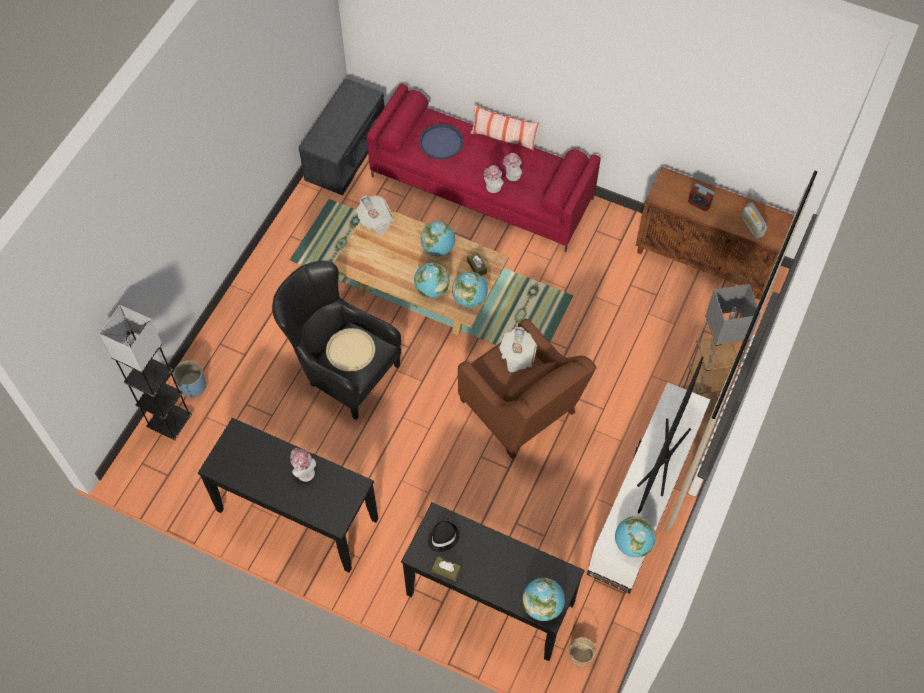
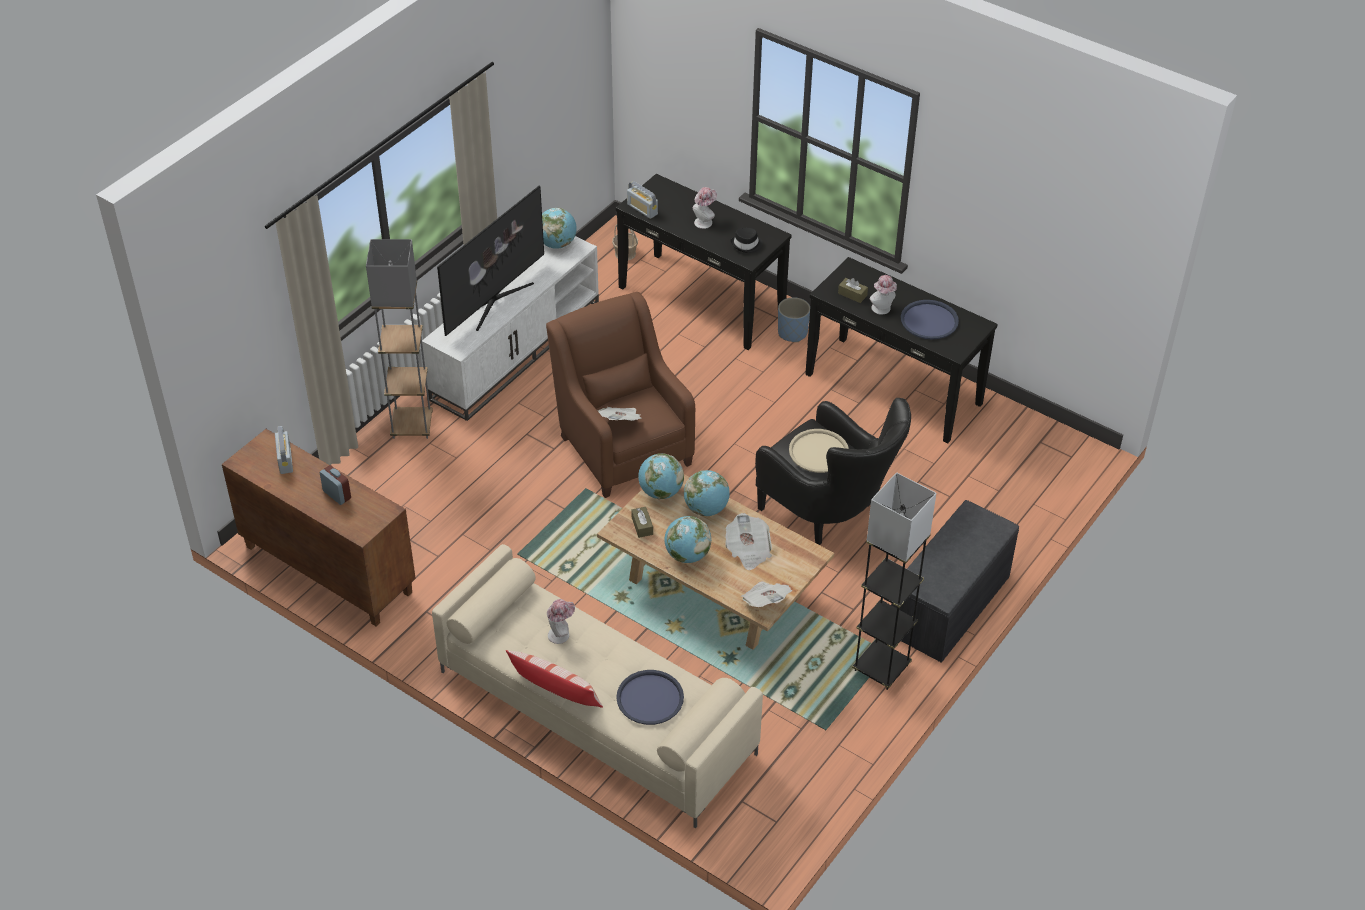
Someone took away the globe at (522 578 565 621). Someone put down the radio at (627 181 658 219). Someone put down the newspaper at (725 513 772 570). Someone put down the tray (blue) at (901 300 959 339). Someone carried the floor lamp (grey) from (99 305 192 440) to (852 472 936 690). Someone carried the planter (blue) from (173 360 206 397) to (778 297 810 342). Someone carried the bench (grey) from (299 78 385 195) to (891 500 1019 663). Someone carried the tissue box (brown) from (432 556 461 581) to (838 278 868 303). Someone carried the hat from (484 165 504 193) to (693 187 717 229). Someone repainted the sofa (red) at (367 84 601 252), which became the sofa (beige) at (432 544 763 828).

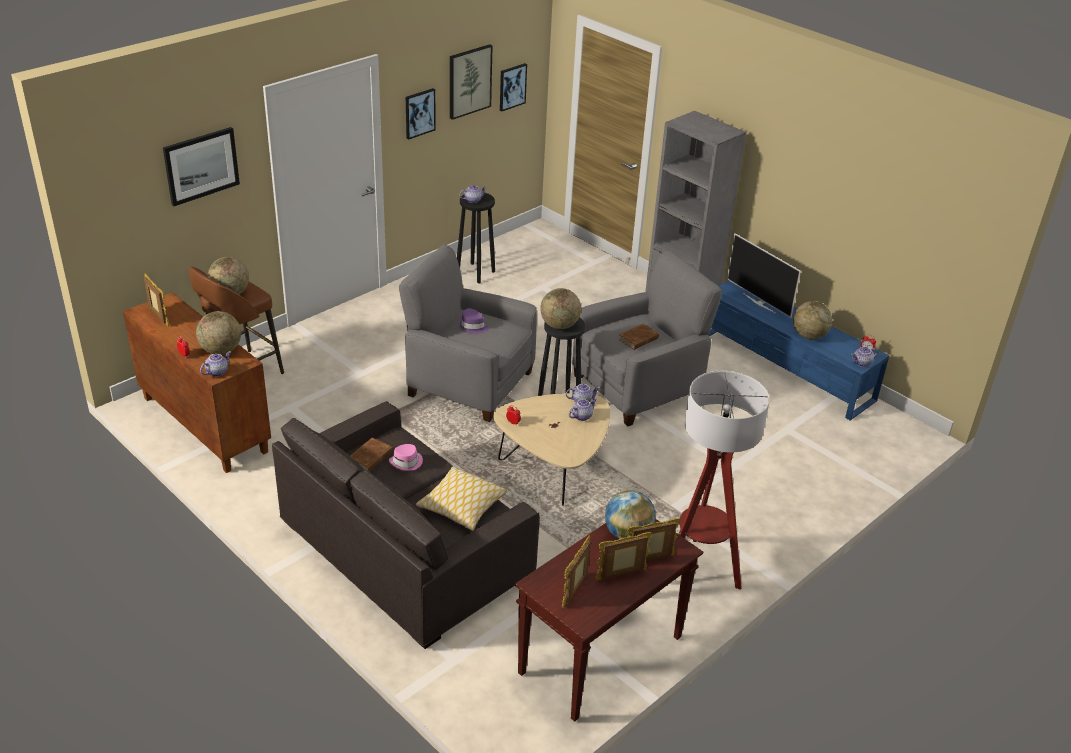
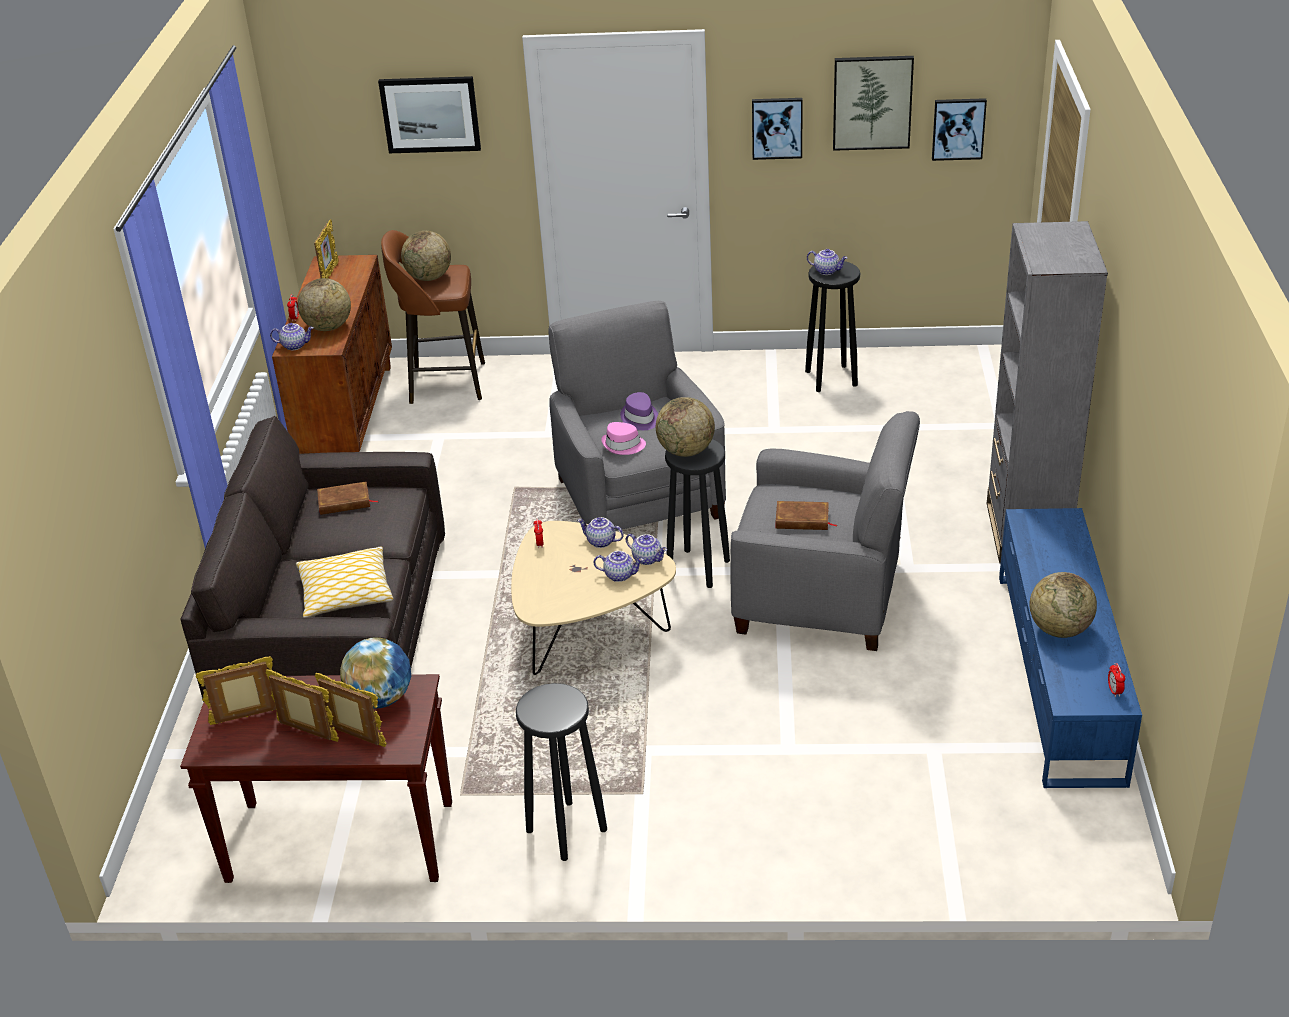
Someone took away the television at (727 233 801 318). Someone carried the hat (pink) from (389 444 423 471) to (601 422 646 455). Someone carried the teapot from (851 347 878 367) to (577 517 623 548). Someone swapped the floor lamp at (679 371 770 590) for the stool (black) at (516 683 607 861).

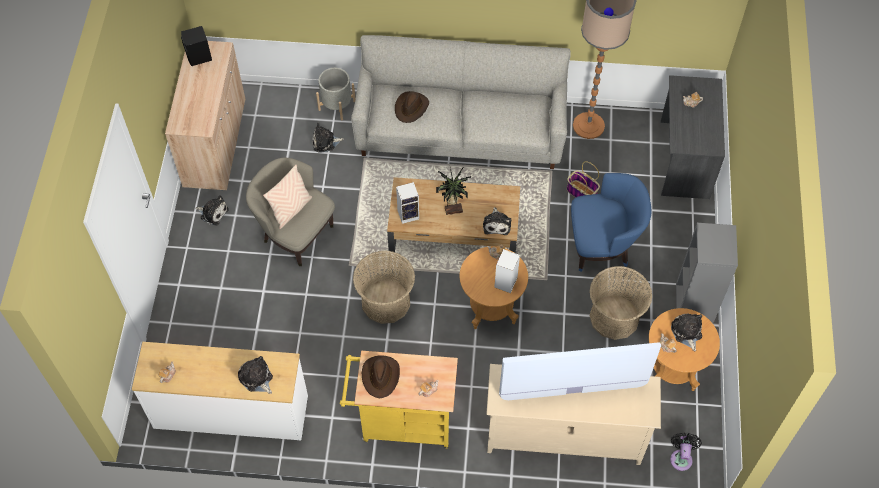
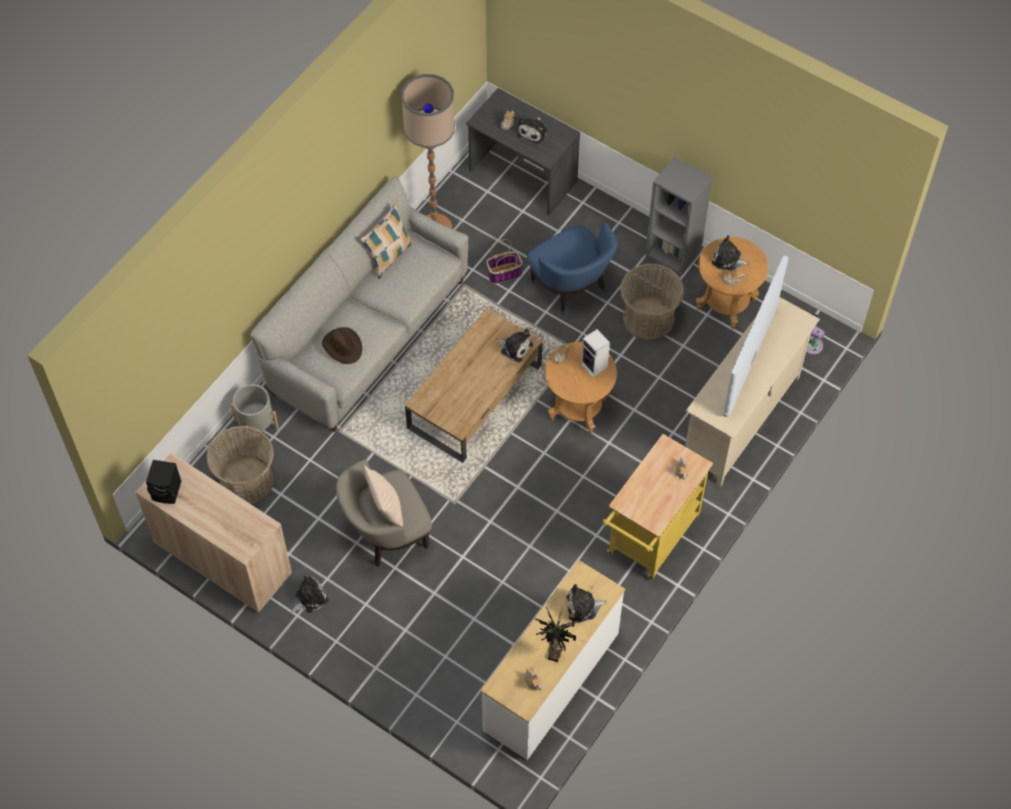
Someone took away the hat (brown) at (362 355 400 398). Someone took away the speaker at (396 182 419 224). Someone put down the pillow at (361 203 413 279). Someone carried the plush toy from (312 122 344 153) to (517 116 547 144). Someone carried the basket from (353 251 415 324) to (206 426 274 505). Someone carried the potted plant from (436 167 471 215) to (535 607 576 662). Someone rotated the armchair (blue) at (571 173 651 272) by 120 degrees clockwise.

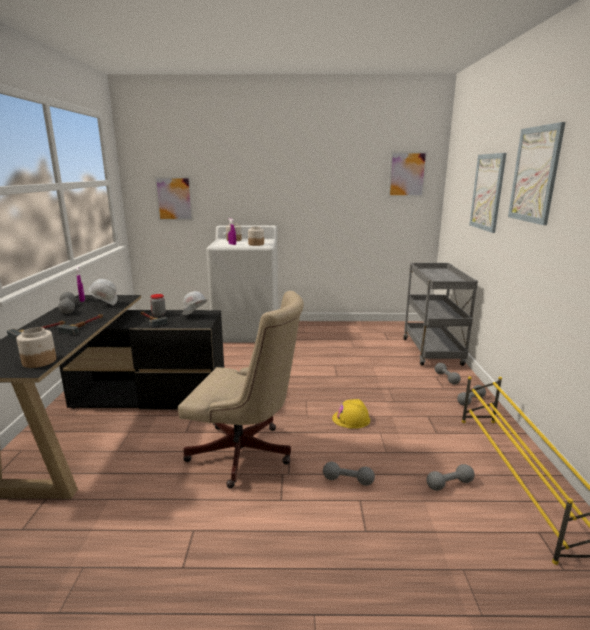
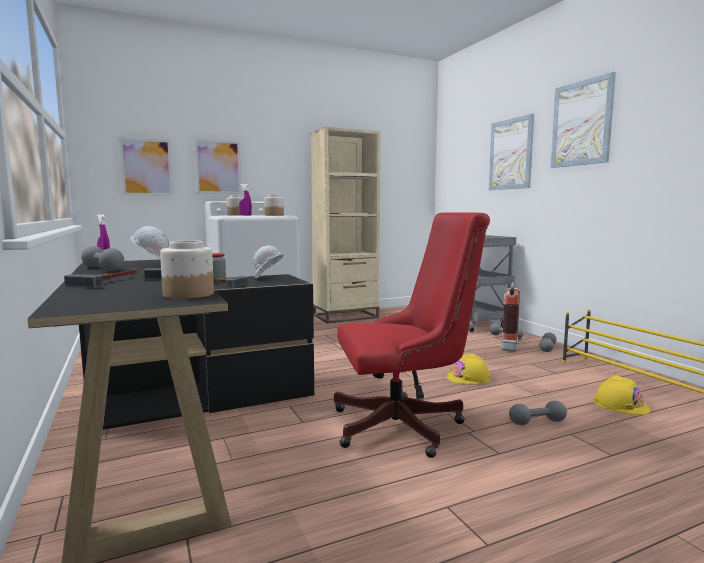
Someone put down the bookcase (beige) at (311 127 380 323). Someone put down the fire extinguisher at (501 282 520 352). Someone carried the picture from (388 151 428 197) to (194 139 242 194). Someone swapped the dumbbell (grey) at (427 464 475 491) for the hard hat (yellow) at (593 375 651 415). Someone repainted the office chair (beige) at (178 291 304 488), which became the office chair (red) at (334 212 490 458).

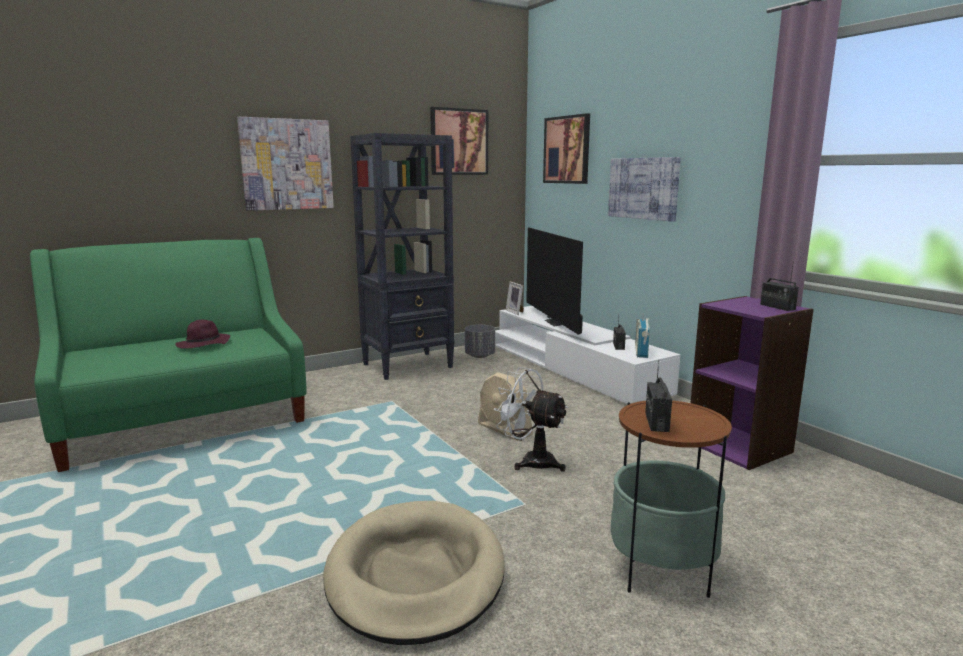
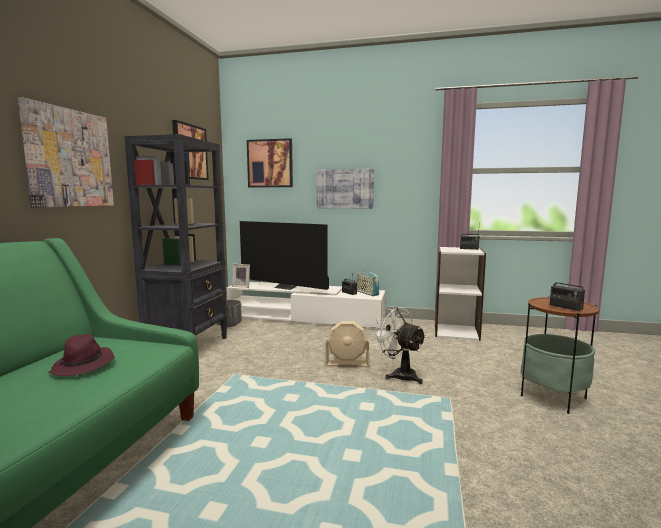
Someone took away the dog bed (beige) at (323 501 505 645). Someone repainted the bookcase (purple) at (691 296 814 470), which became the bookcase (white) at (435 247 486 341). Someone rotated the fan (white) at (494 367 569 472) by 60 degrees clockwise.

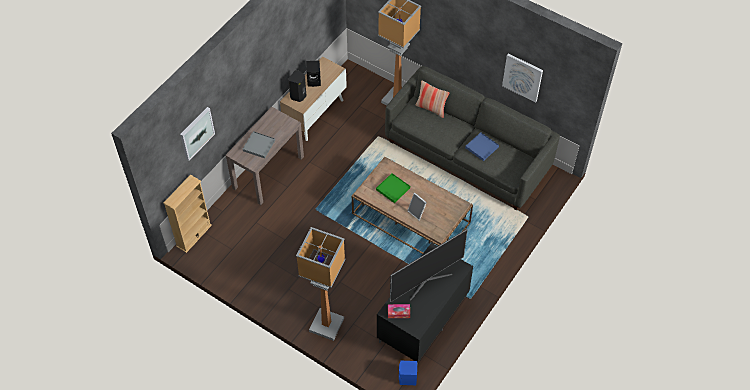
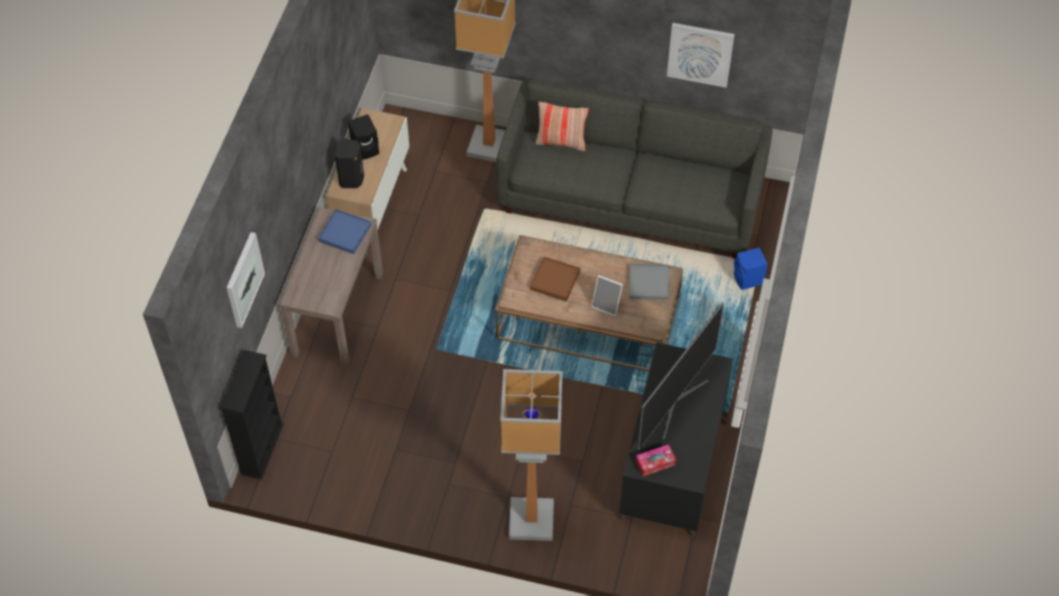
Someone carried the tray (grey) from (243 131 275 158) to (629 264 669 300). Someone carried the speaker (blue) from (399 360 417 385) to (734 247 768 290). Someone carried the tray (blue) from (465 132 499 161) to (318 209 371 254). Someone repainted the bookcase (beige) at (164 175 212 253), which became the bookcase (black) at (221 350 283 480). Someone repainted the tray (green) at (376 173 410 203), which became the tray (brown) at (530 257 580 301).

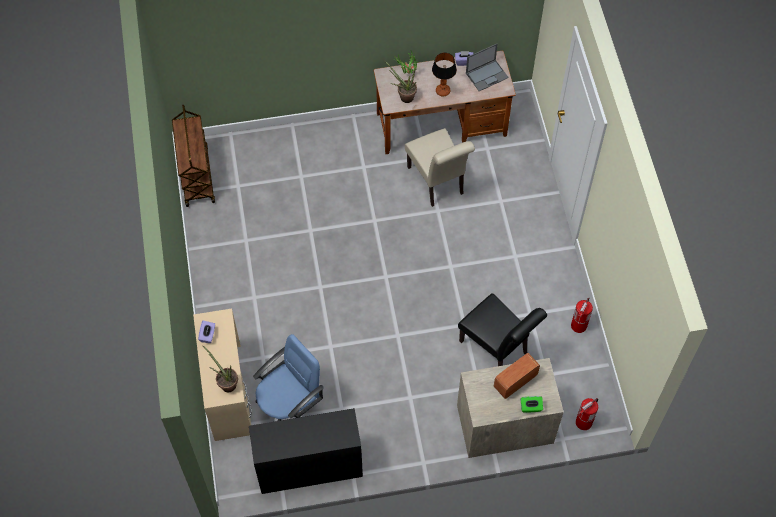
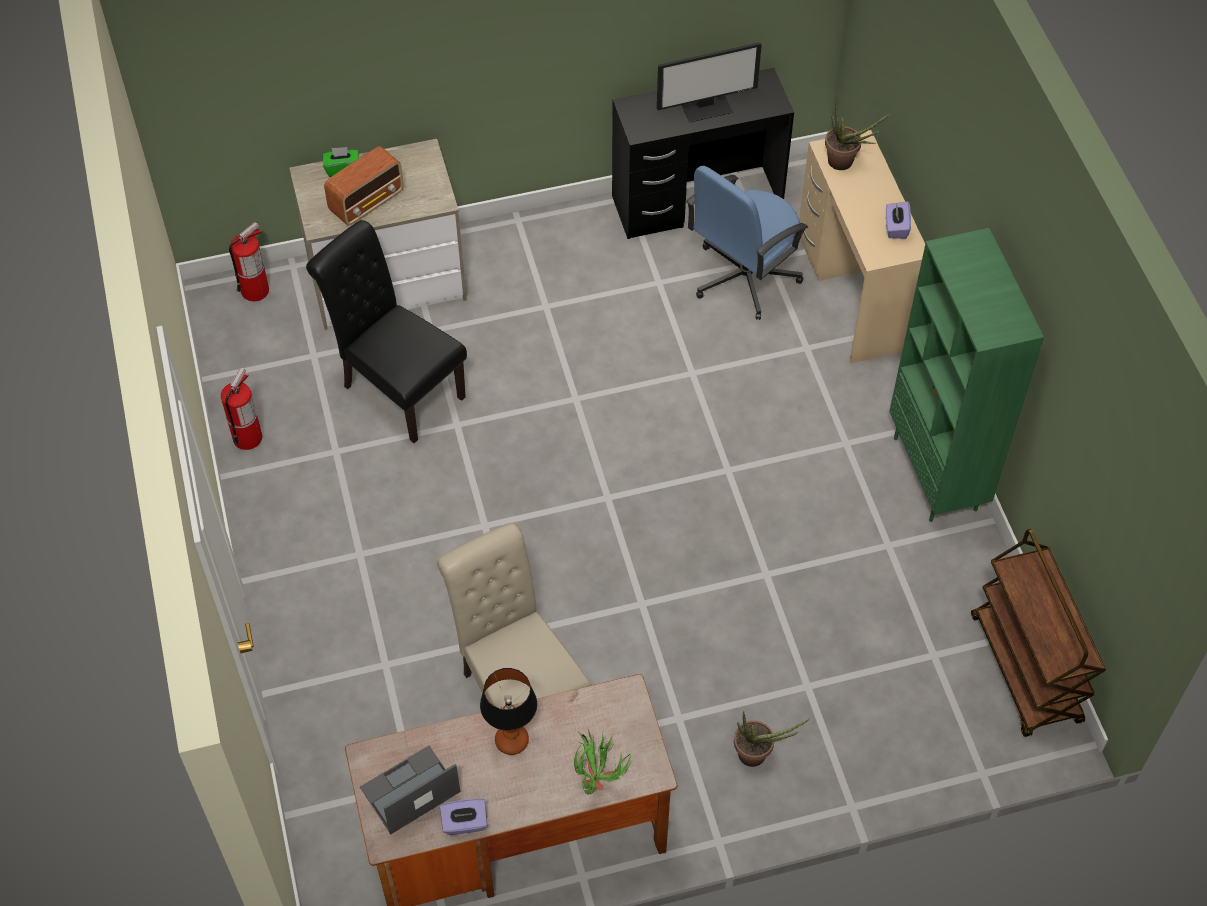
Someone put down the monitor at (657 42 762 123). Someone put down the bookcase (green) at (889 228 1044 522). Someone carried the potted plant from (385 61 417 103) to (734 710 810 767).

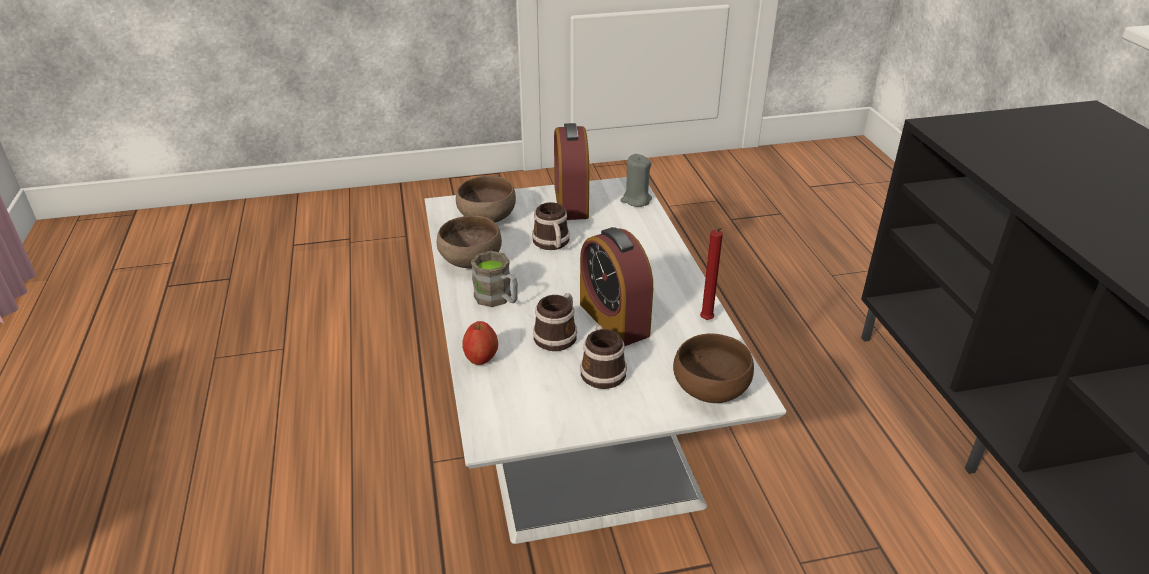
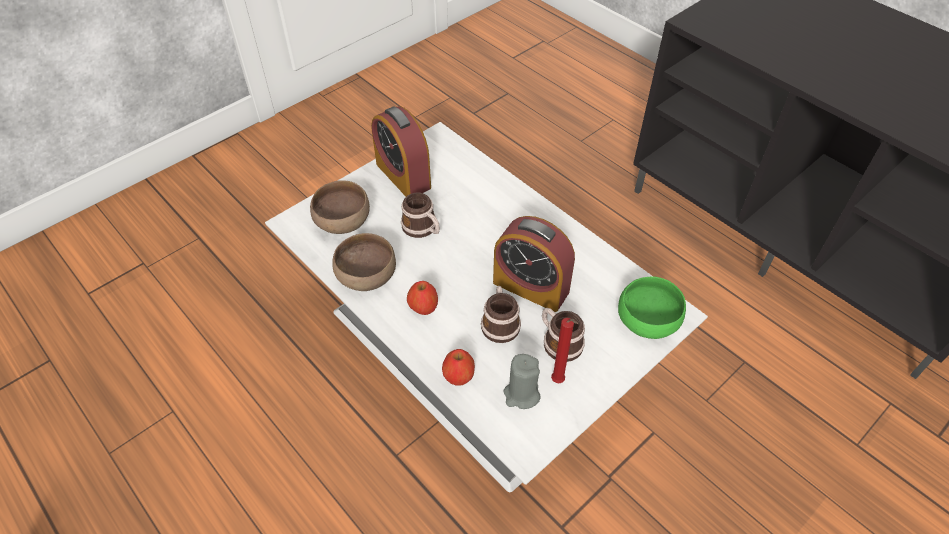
Someone carried the candle (grey) from (621 154 652 207) to (504 354 540 409). Someone carried the candle (red) from (700 228 723 320) to (551 318 578 383). Someone swapped the mug (brown) at (471 251 518 307) for the apple at (407 281 438 315). Someone repainted the bowl (brown) at (673 333 754 403), which became the bowl (green) at (618 276 686 339).

